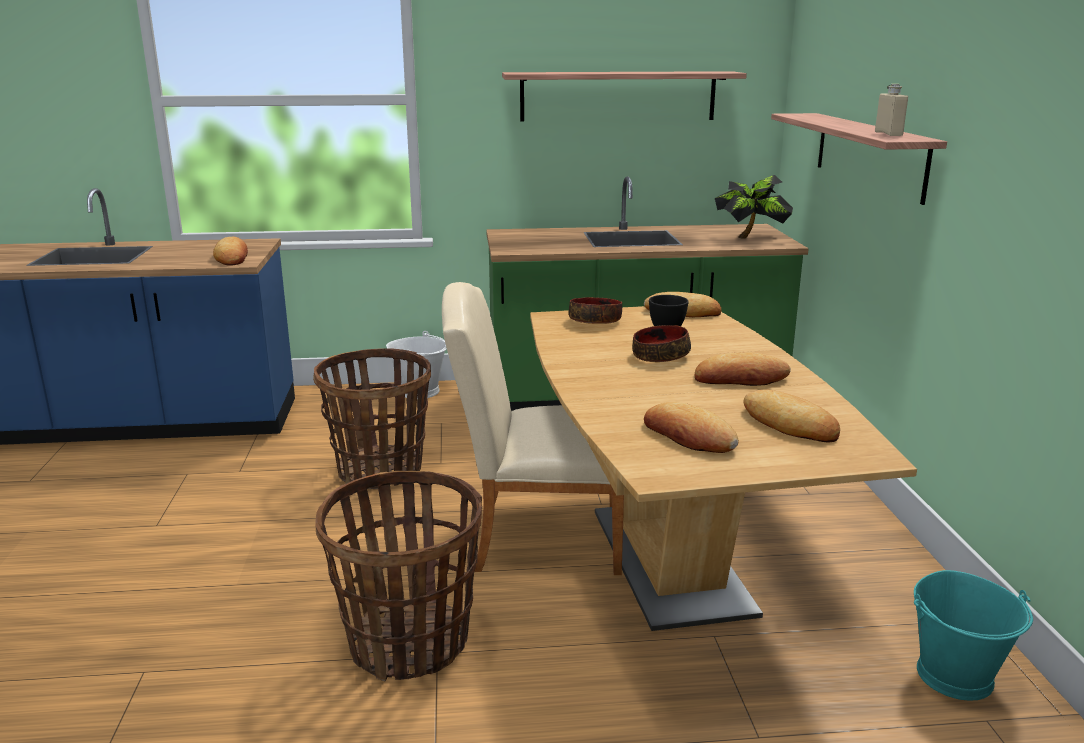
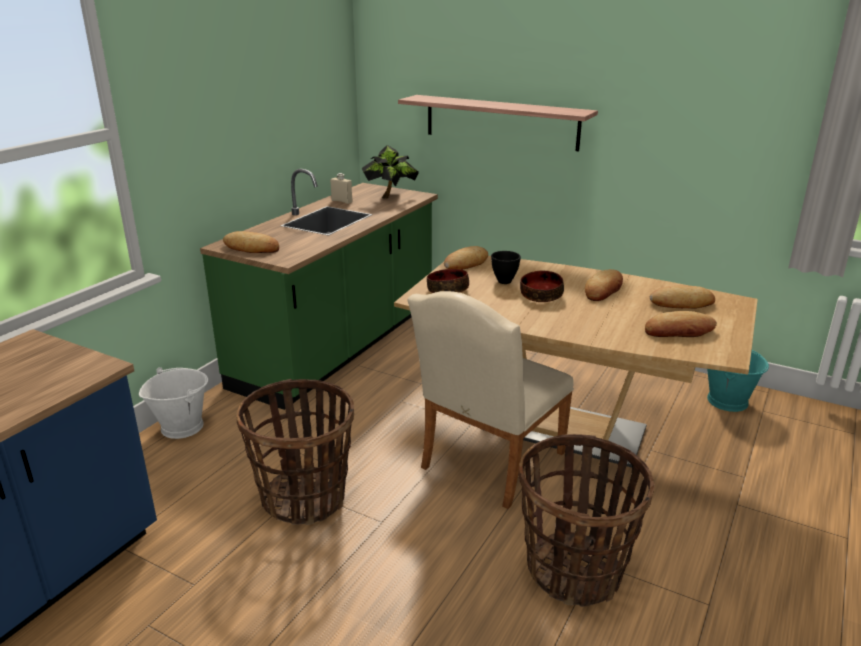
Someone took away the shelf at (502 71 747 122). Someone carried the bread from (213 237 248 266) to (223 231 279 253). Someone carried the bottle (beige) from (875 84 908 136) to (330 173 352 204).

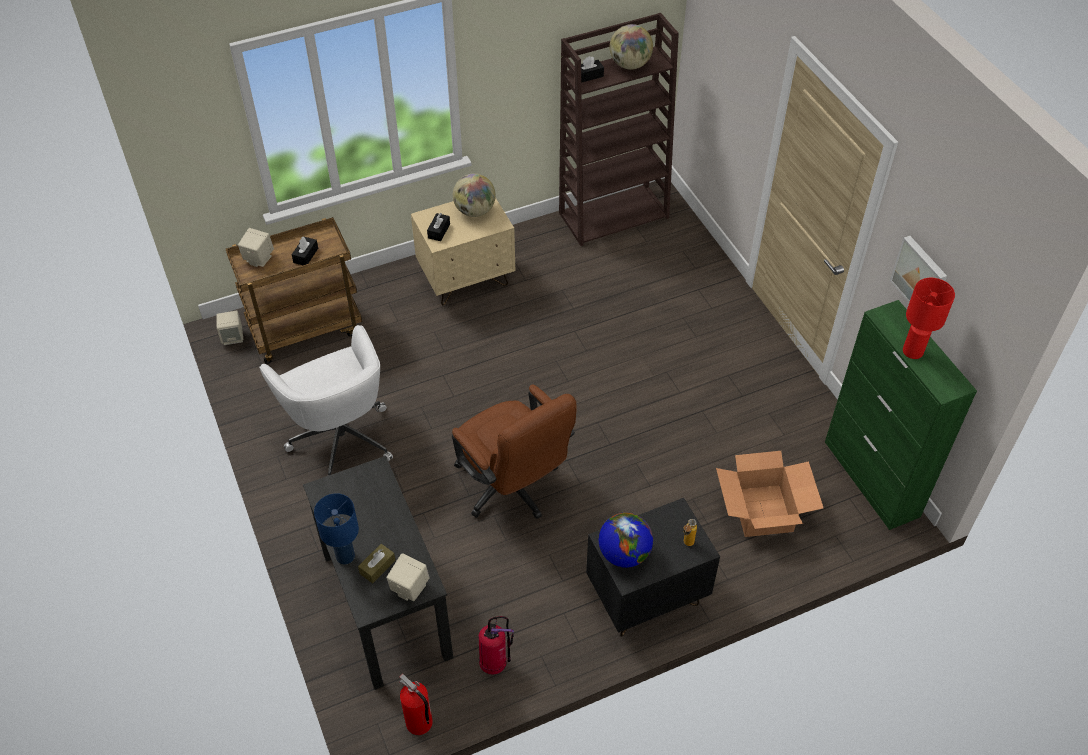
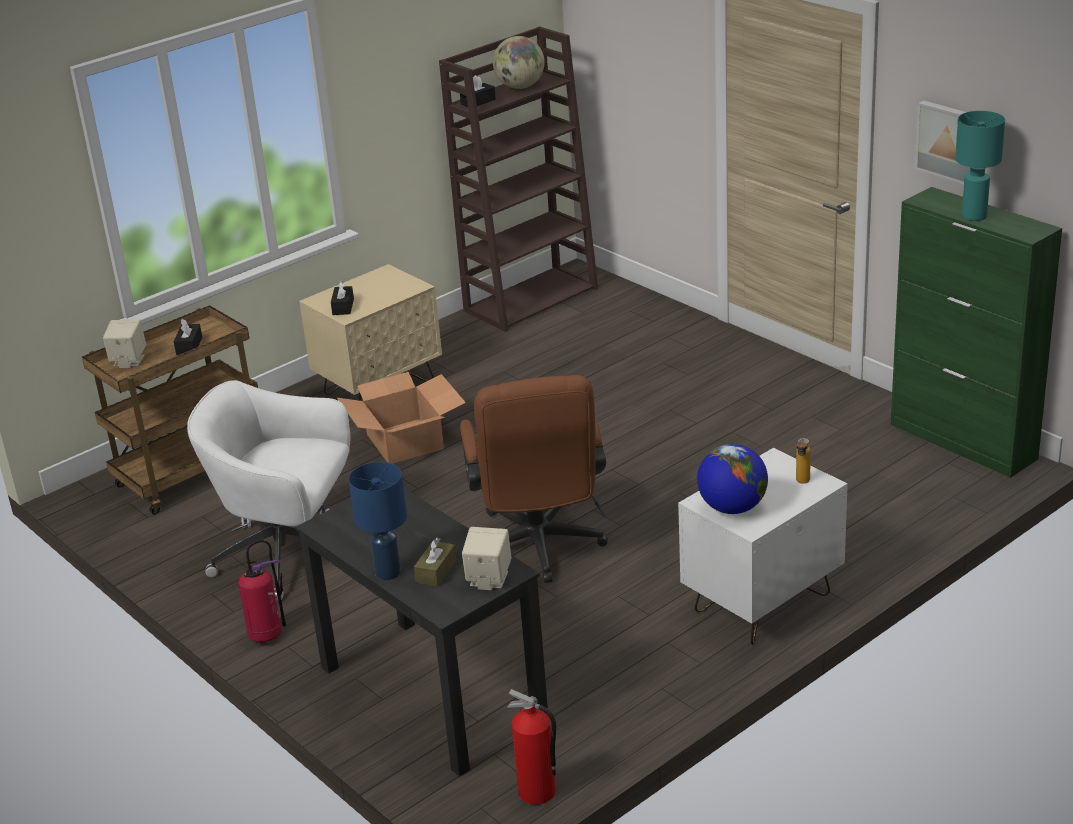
Someone took away the speaker (beige) at (216 311 243 345). Someone took away the globe at (453 174 496 217). Someone carried the fire extinguisher from (479 616 514 674) to (238 540 286 643). Someone carried the cardboard box from (716 451 823 537) to (337 372 466 464). Someone repainted the nightstand (black) at (586 498 720 637), which became the nightstand (white) at (678 448 847 644). Someone repainted the table lamp (red) at (903 278 955 359), which became the table lamp (turquoise) at (955 111 1005 221). Someone rotated the office chair (white) at (259 325 393 476) by 150 degrees clockwise. Someone rotated the office chair (brown) at (452 385 577 519) by 45 degrees clockwise.

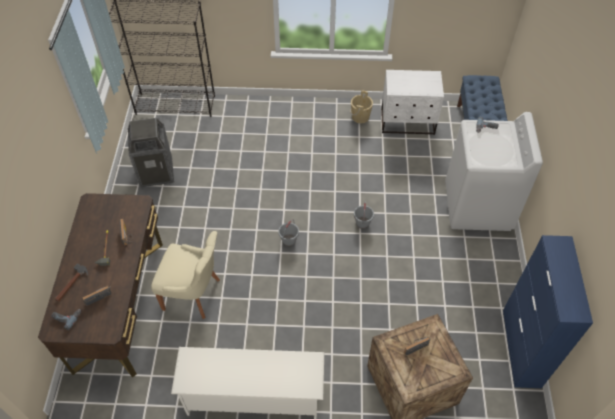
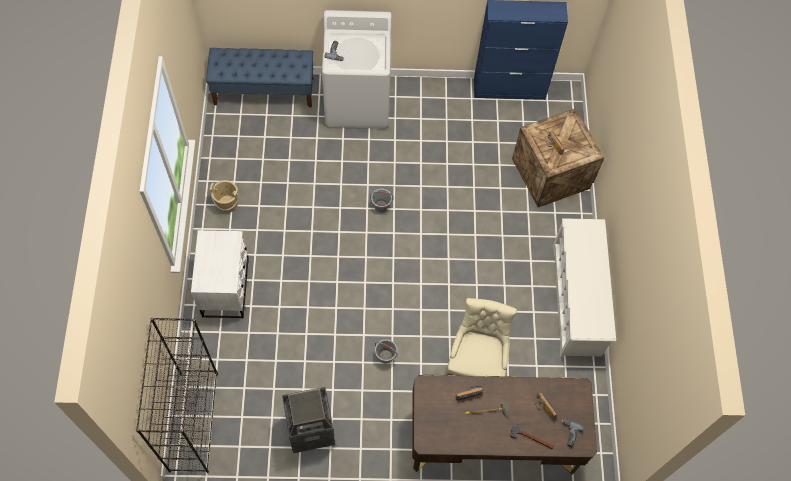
Someone carried the bucket (grey) from (278 219 299 246) to (375 339 398 364). Someone carried the nightstand (white) from (381 70 444 135) to (191 230 249 318).

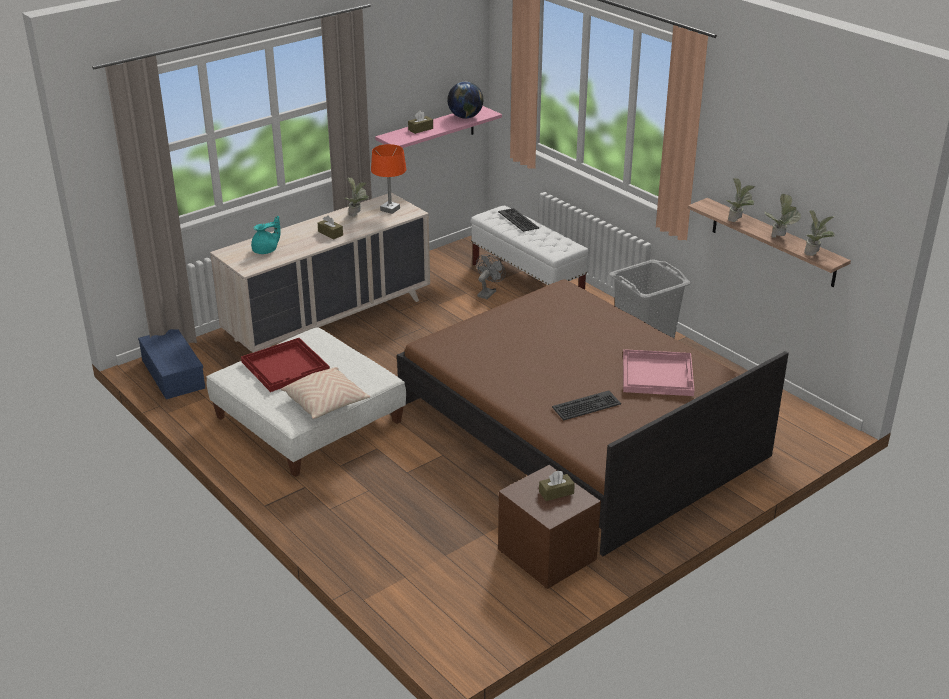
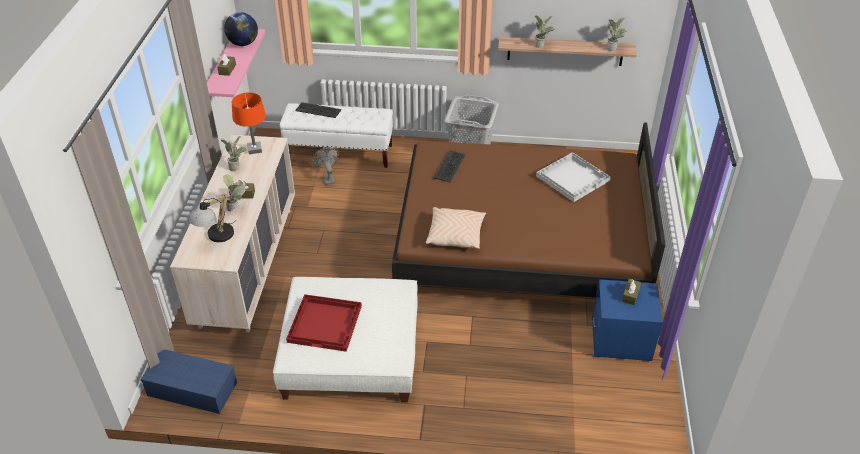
Someone carried the pillow (beige) from (281 367 370 419) to (426 207 486 249). Someone carried the keyboard from (552 390 621 421) to (434 150 465 182). Someone carried the potted plant from (765 194 801 238) to (216 175 245 211). Someone swapped the teapot (turquoise) at (251 216 281 254) for the table lamp at (189 194 235 242). Someone repainted the nightstand (brown) at (498 465 601 589), which became the nightstand (blue) at (592 279 663 362). Someone repainted the tray (pink) at (623 349 694 396), which became the tray (white) at (536 152 611 202).

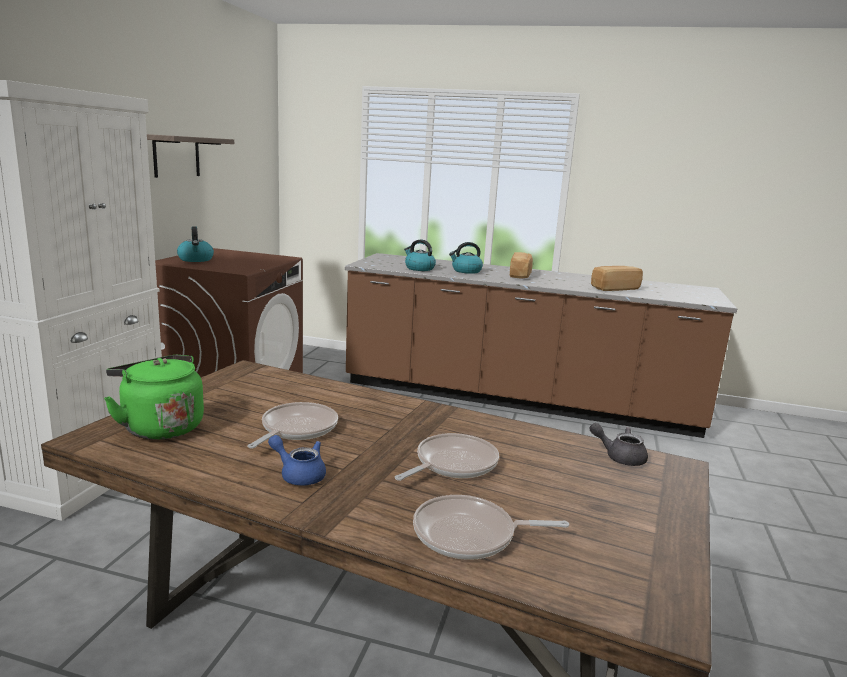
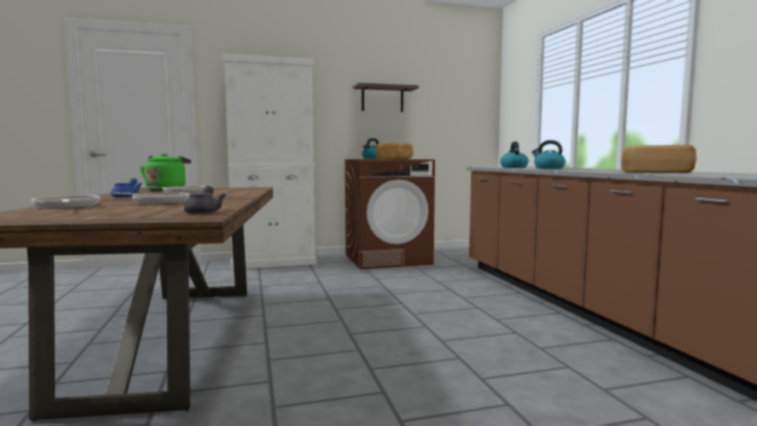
Someone carried the bread from (510 252 533 278) to (376 143 413 159).

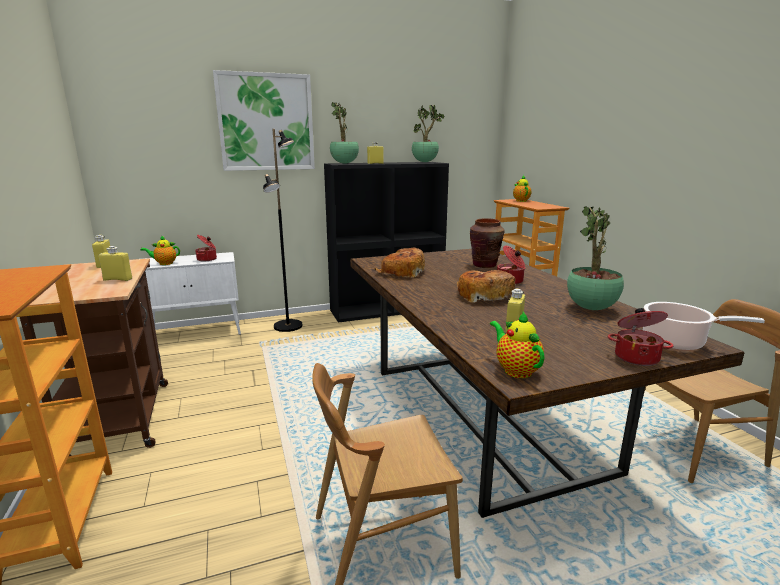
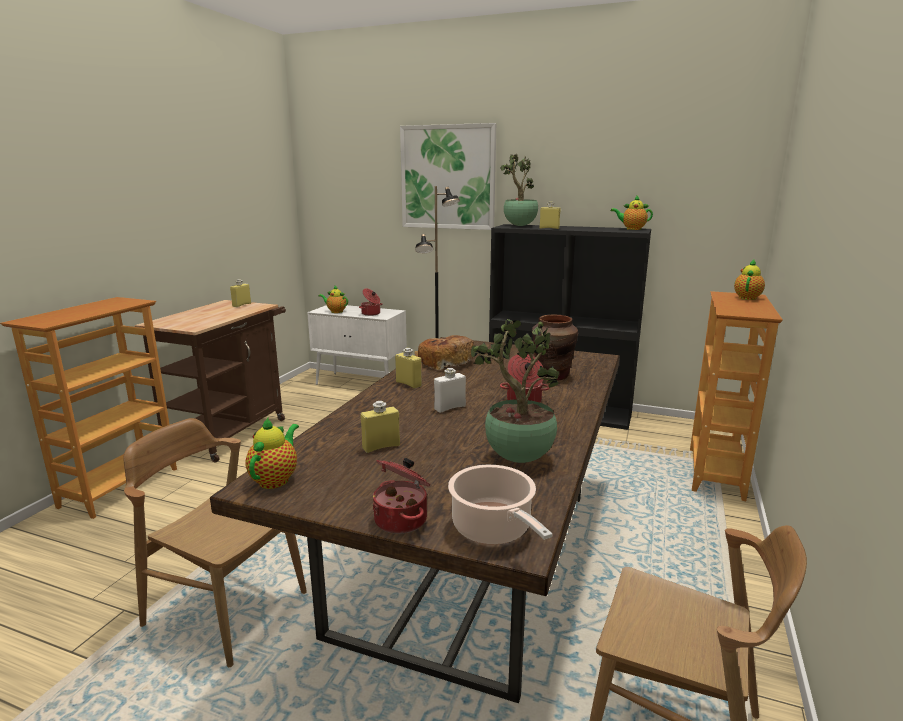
Someone carried the bottle (yellow) from (98 246 132 281) to (395 348 422 389). Someone swapped the potted plant at (412 105 445 162) for the teapot at (611 195 653 230). Someone swapped the bread at (457 270 516 303) for the bottle (white) at (434 368 466 413).

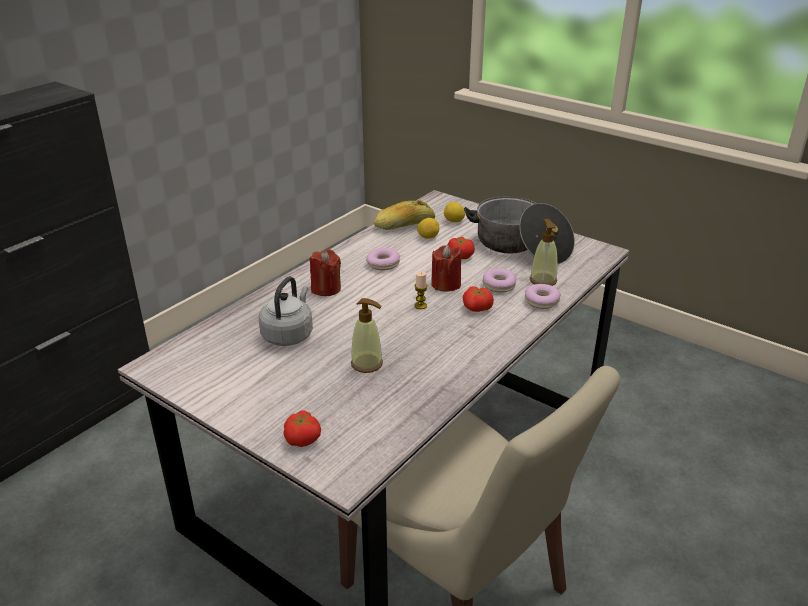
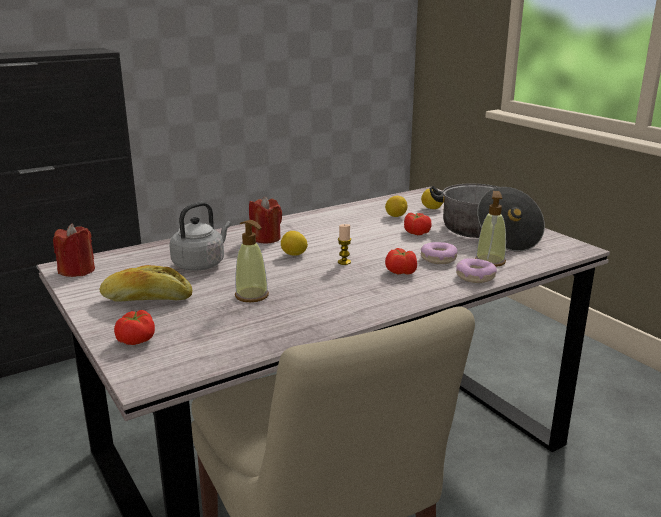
Someone took away the donut at (366 248 400 270). Someone put down the lemon at (281 231 308 256). Someone carried the bread from (374 200 435 230) to (99 265 192 302). Someone carried the candle (red) from (431 245 462 292) to (53 223 95 277).

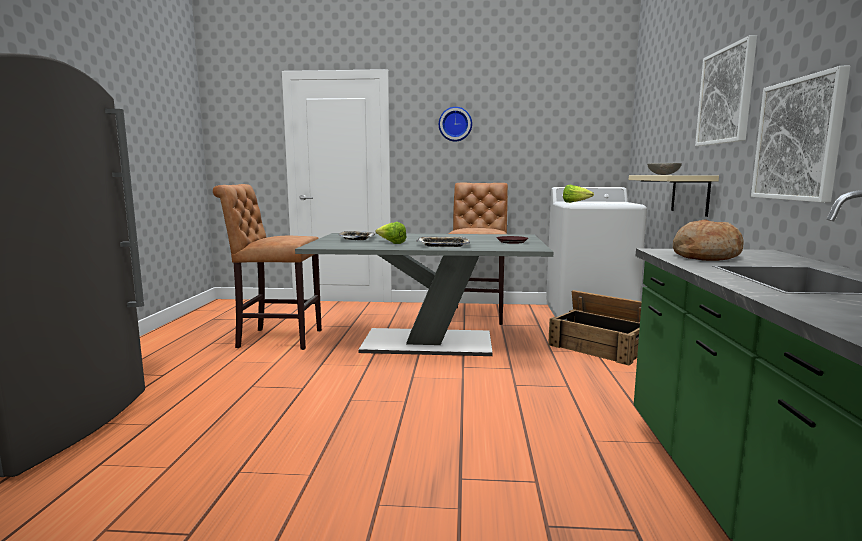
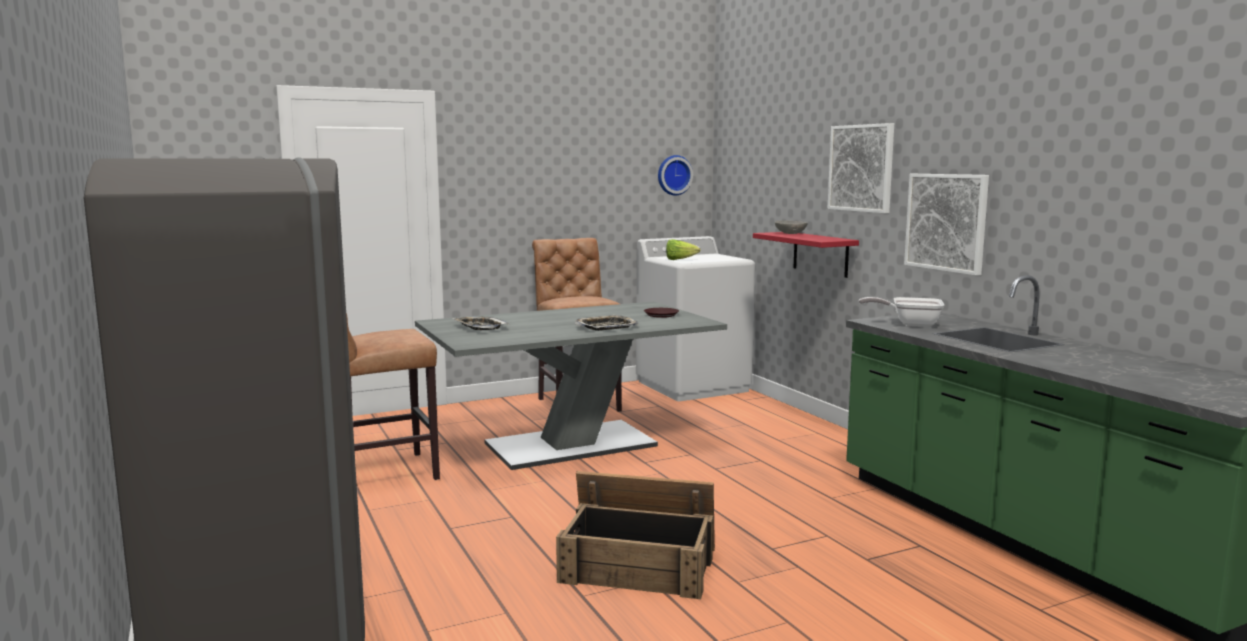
Someone took away the lettuce at (376 222 407 244). Someone carried the wall clock from (439 107 472 141) to (658 155 693 195). Someone carried the crate from (548 290 642 366) to (556 471 715 599). Someone swapped the bread at (673 219 744 261) for the frying pan at (859 297 944 327). Someone repainted the shelf (beige) at (629 175 719 217), which became the shelf (red) at (753 232 859 278).

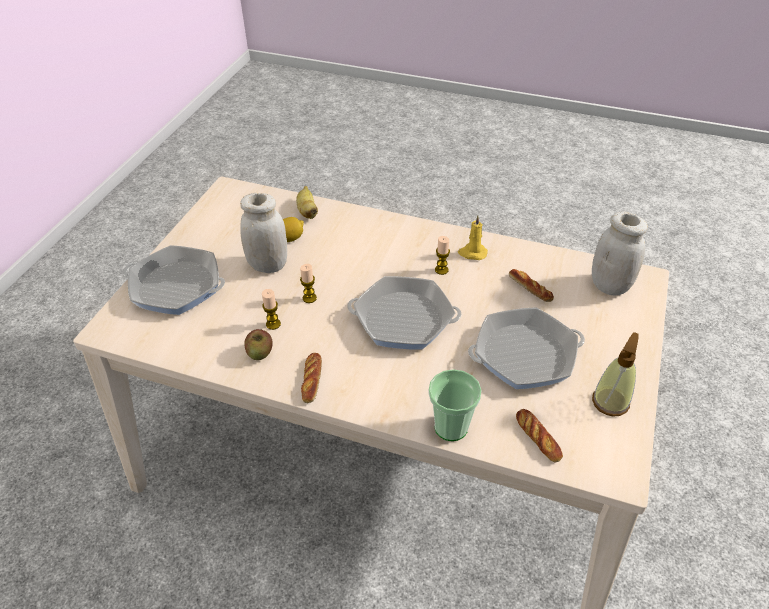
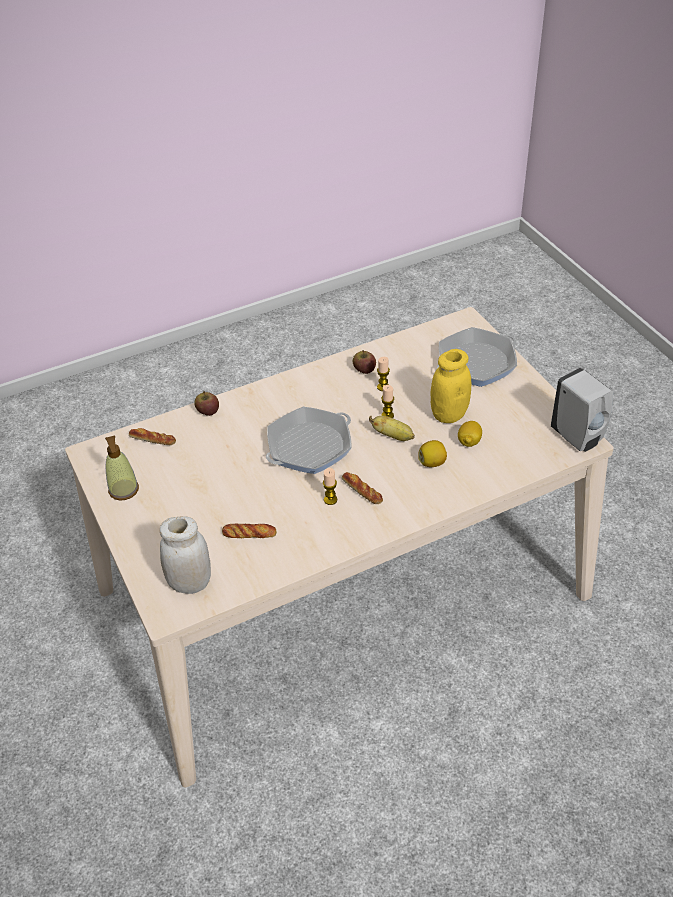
Someone took away the candle (yellow) at (458 215 488 260). Someone took away the frying pan at (468 307 585 389). Someone put down the lemon at (418 440 447 467). Someone put down the soap dispenser (white) at (551 368 613 452). Someone carried the banana from (296 186 318 219) to (369 416 415 441). Someone carried the bread from (301 353 322 403) to (342 472 383 504). Someone swapped the cup at (429 369 481 441) for the apple at (194 391 219 416). Someone repainted the jar (white) at (240 193 287 273), which became the jar (yellow) at (431 349 471 423).

